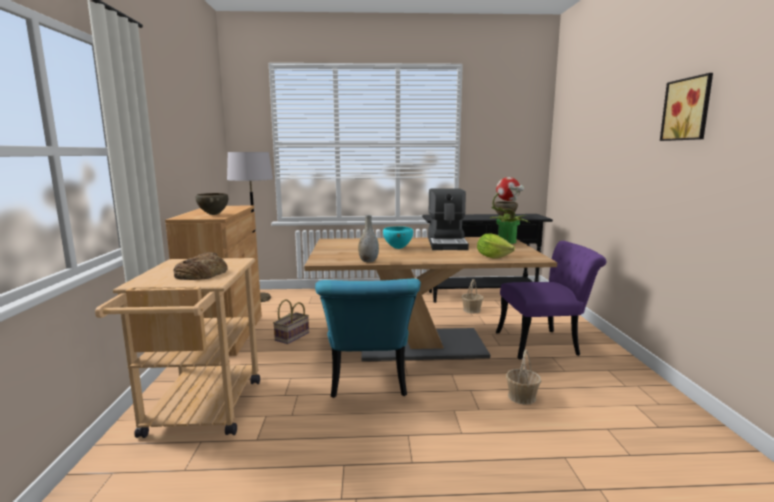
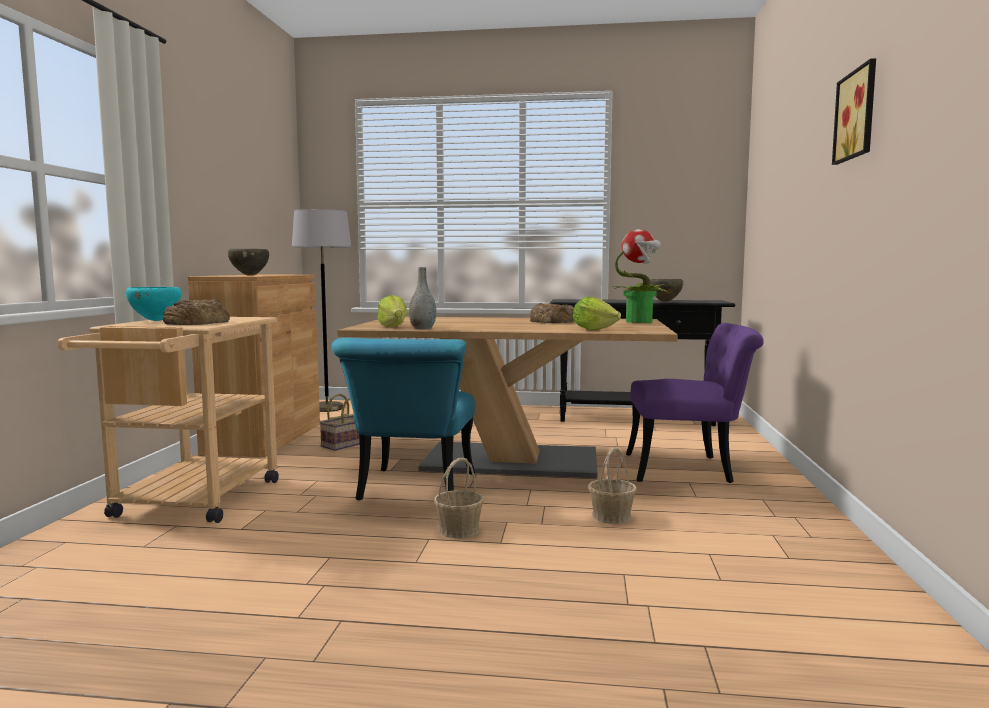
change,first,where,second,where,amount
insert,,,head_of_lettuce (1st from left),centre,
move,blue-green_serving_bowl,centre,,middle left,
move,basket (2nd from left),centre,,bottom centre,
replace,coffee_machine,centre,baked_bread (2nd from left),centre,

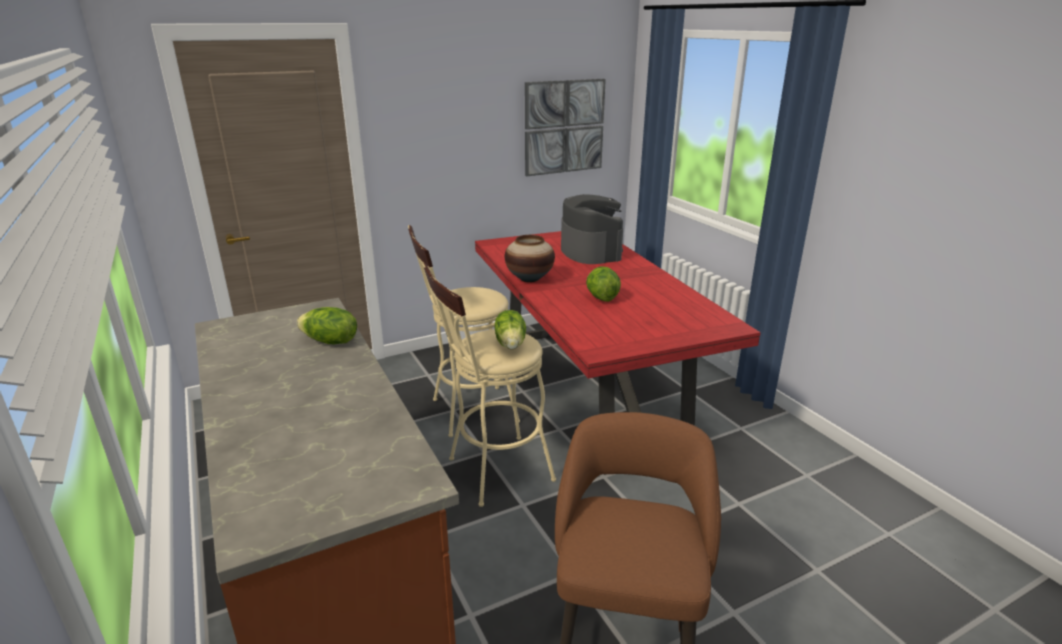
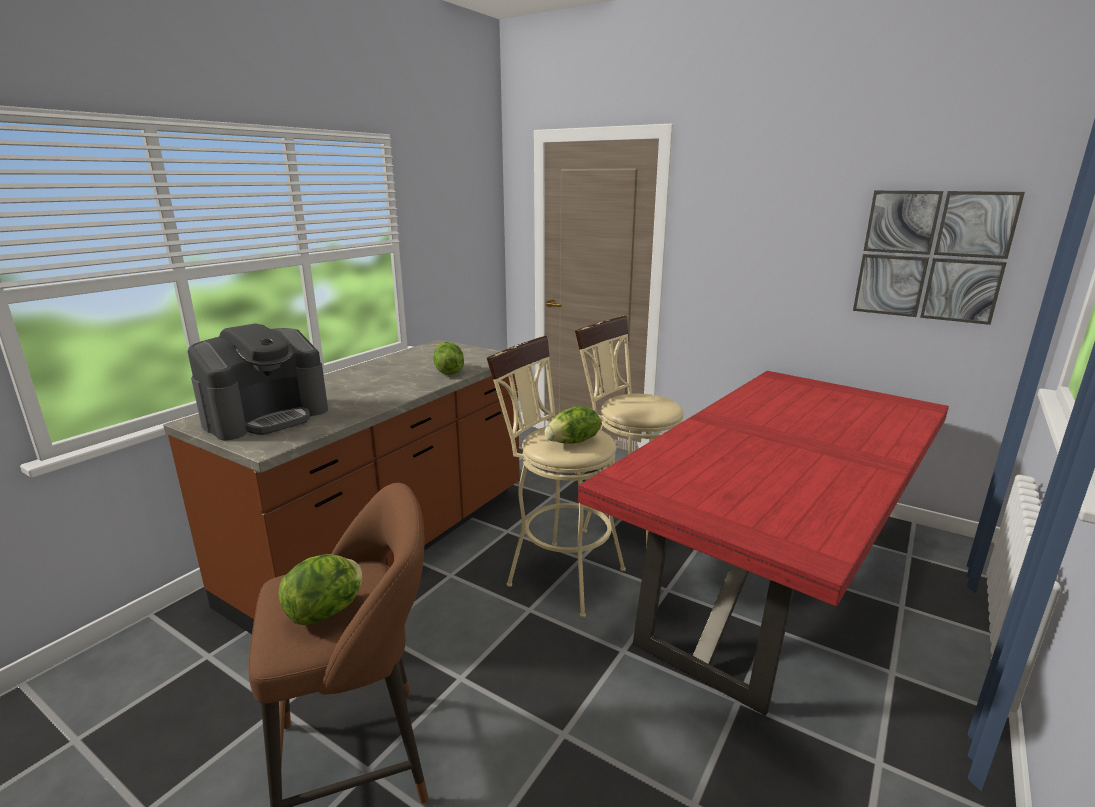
change,first,where,second,where,amount
delete,vase,centre,,,
move,coffee_machine,centre,,middle left,
move,head_of_lettuce (3rd from left in the first image),centre,head_of_lettuce (1st from left),bottom left,

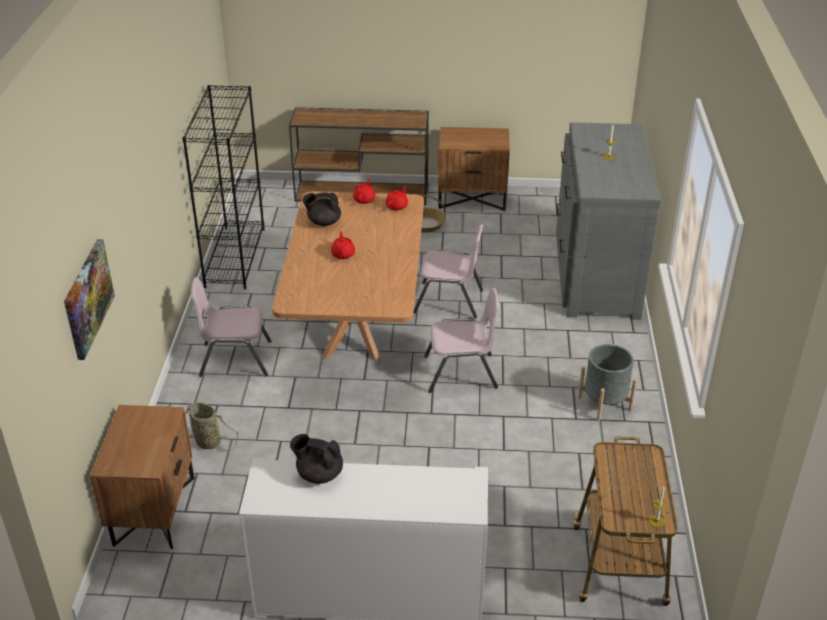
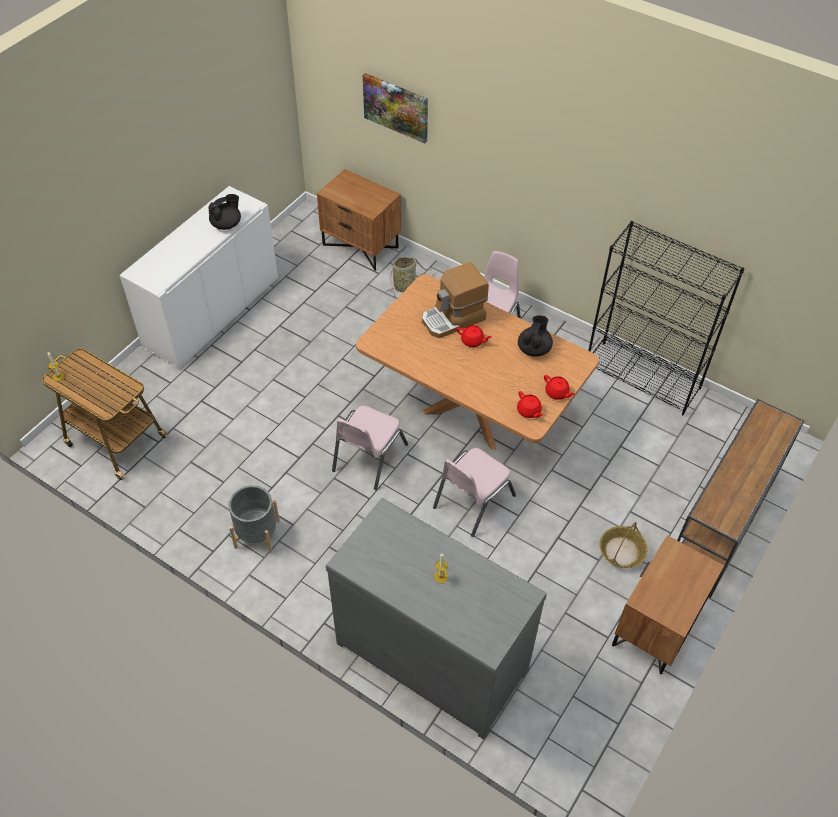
change,first,where,second,where,amount
insert,,,coffee_machine,centre,

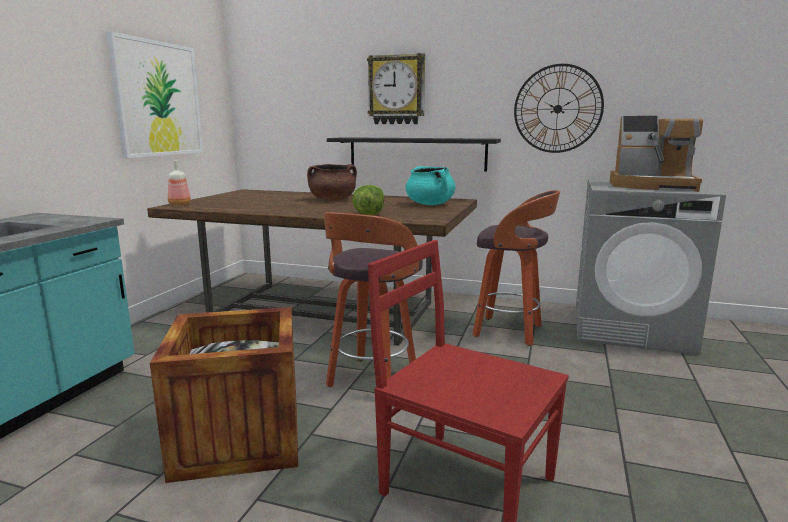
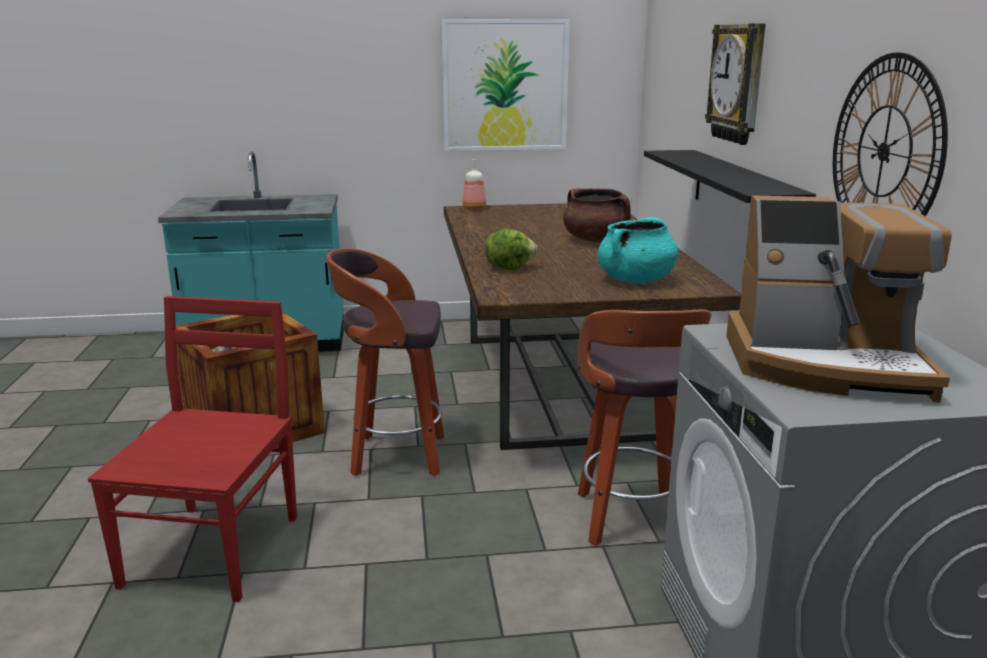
change,first,where,second,where,amount
rotate,coffee_machine,top right,,middle right,75 degrees counterclockwise

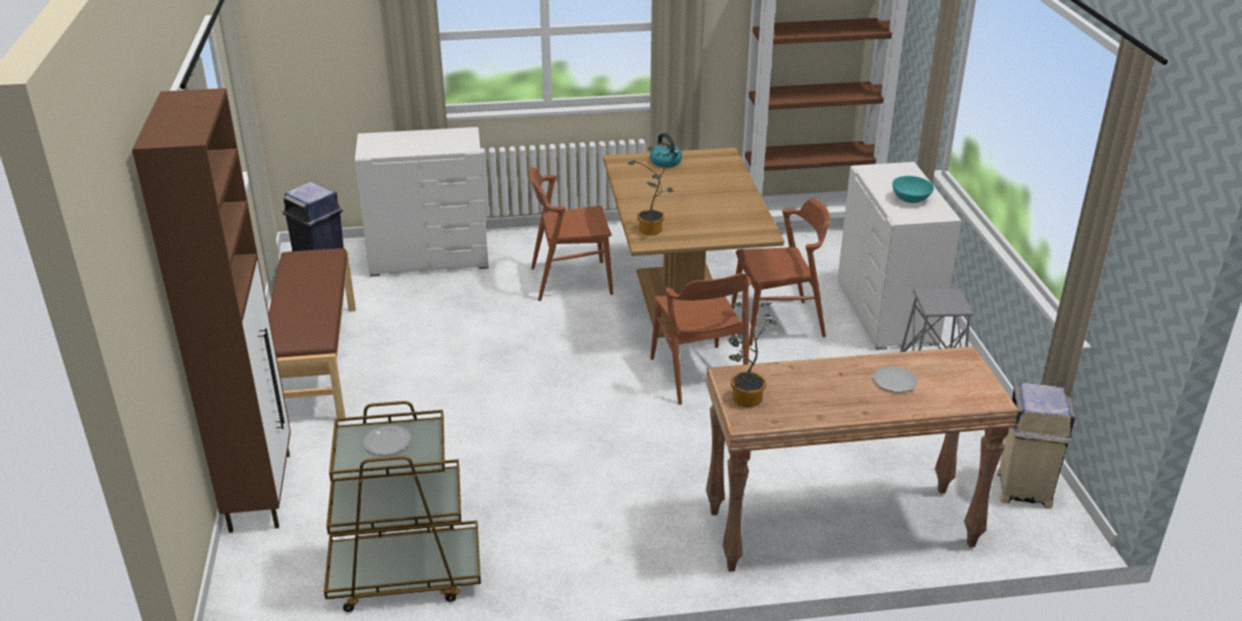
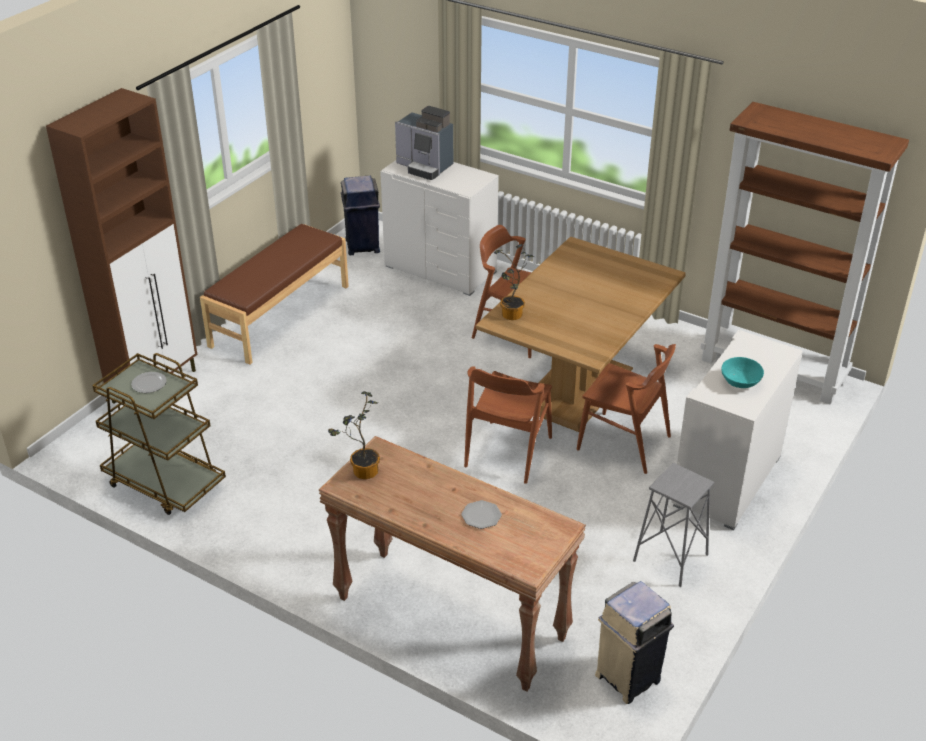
change,first,where,second,where,amount
delete,kettle,top centre,,,
insert,,,coffee_machine,top centre,

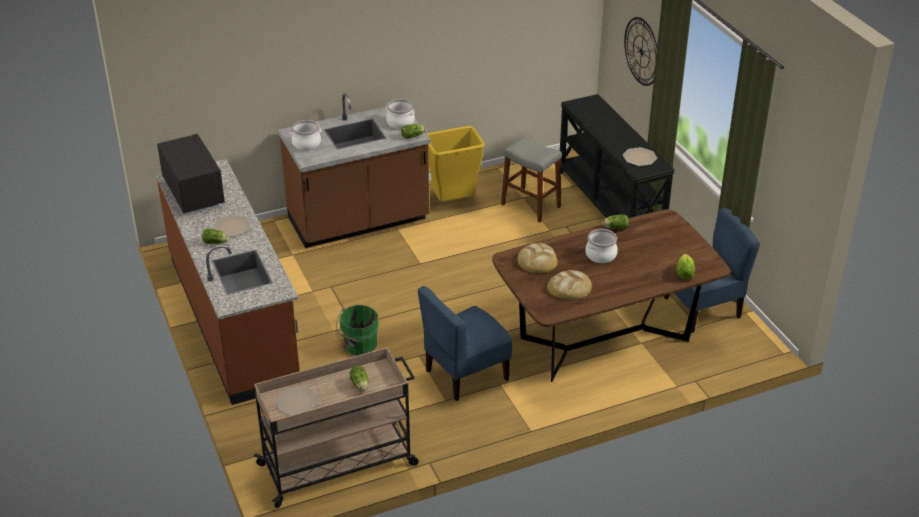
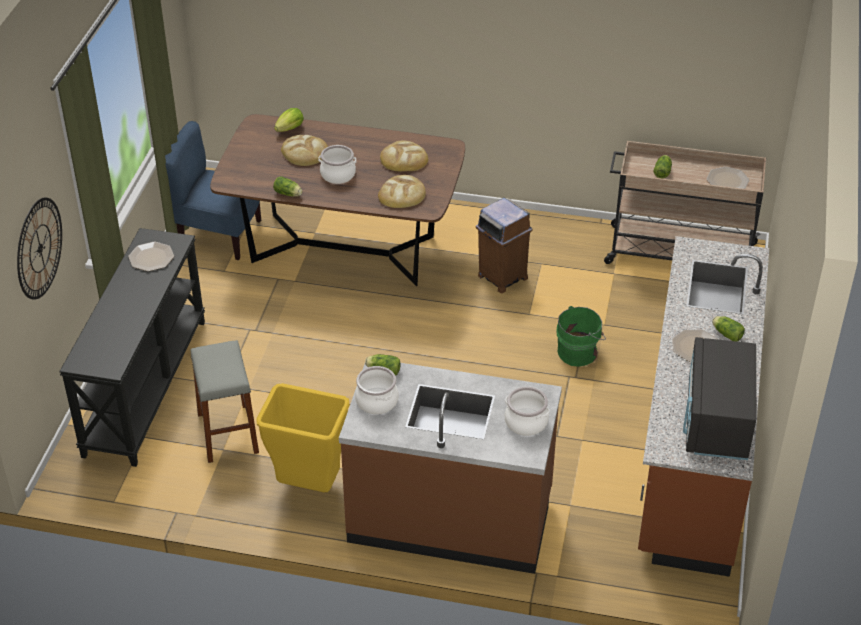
change,first,where,second,where,amount
insert,,,baked_bread (1st from left),top centre,
replace,blue_chair (1st from left),centre,brownish_trash_can,centre,

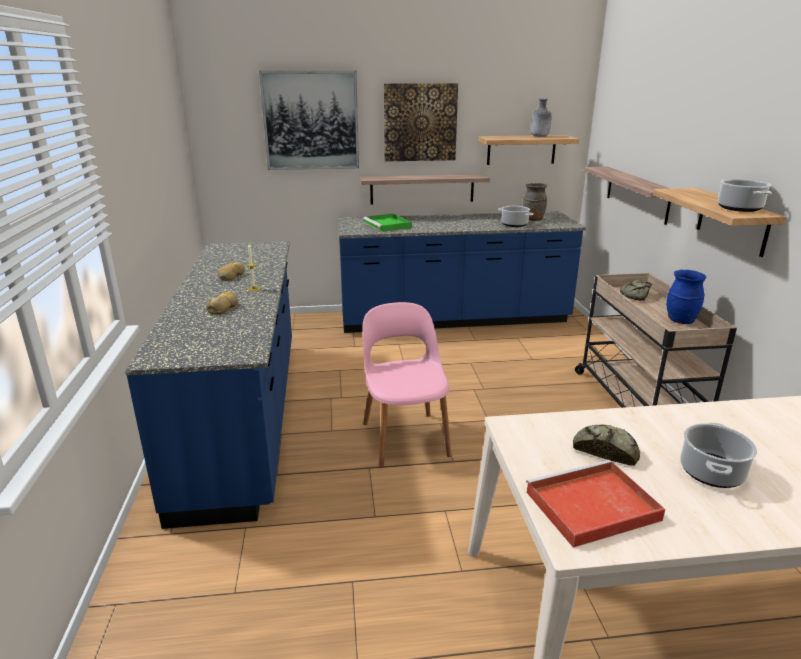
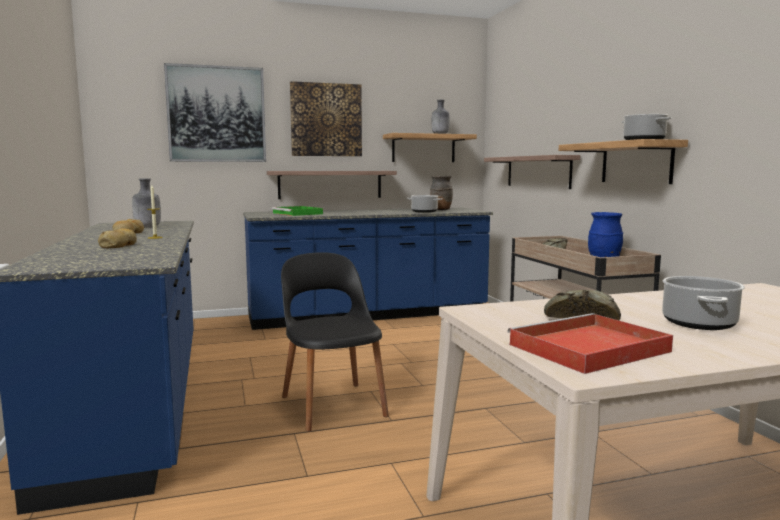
change,first,where,second,where,amount
insert,,,gray_drink_bottle (1st from left),middle left,
recolor,pink-coloured_chair,centre,black-coloured_chair,centre,

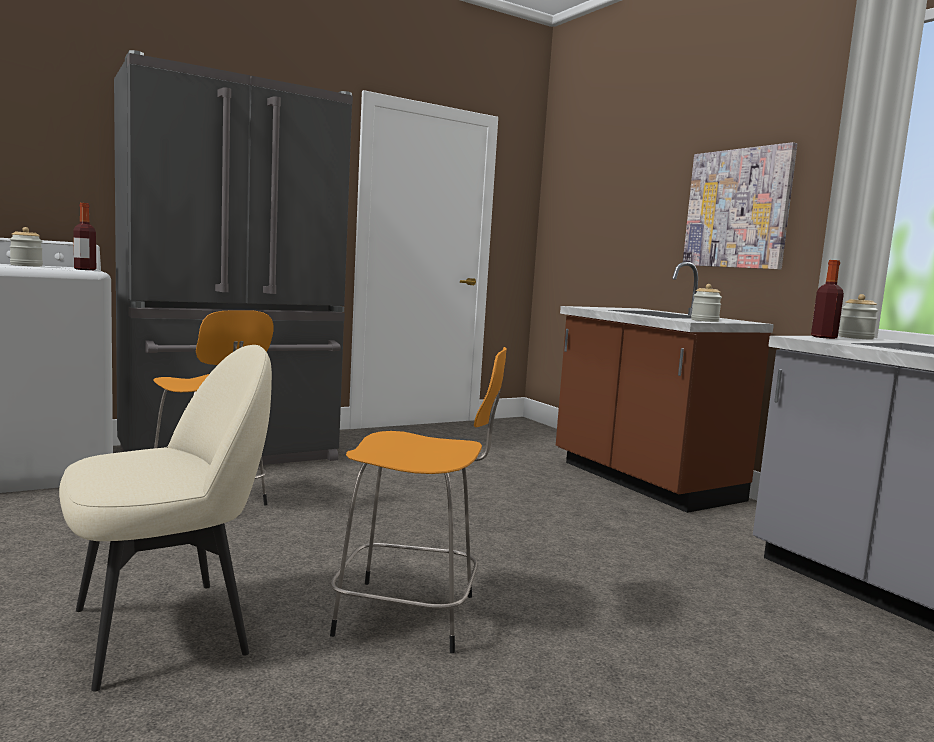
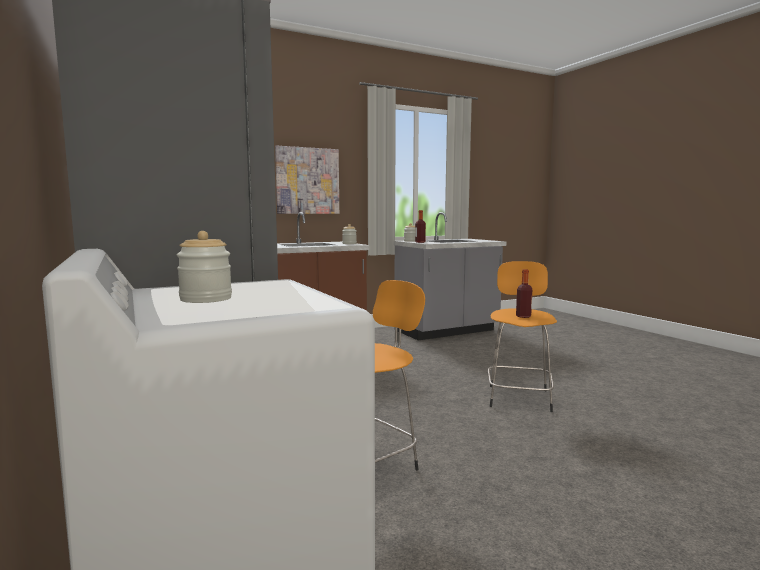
change,first,where,second,where,amount
delete,sand-coloured_chair,bottom left,,,
move,drink_bottle (1st from left in the first image),top left,drink_bottle (2nd from left),middle right,

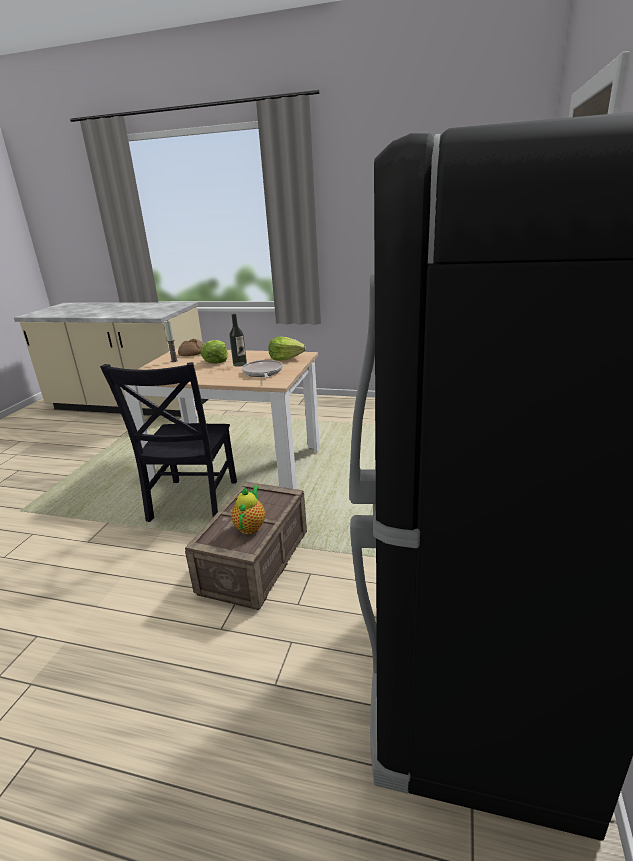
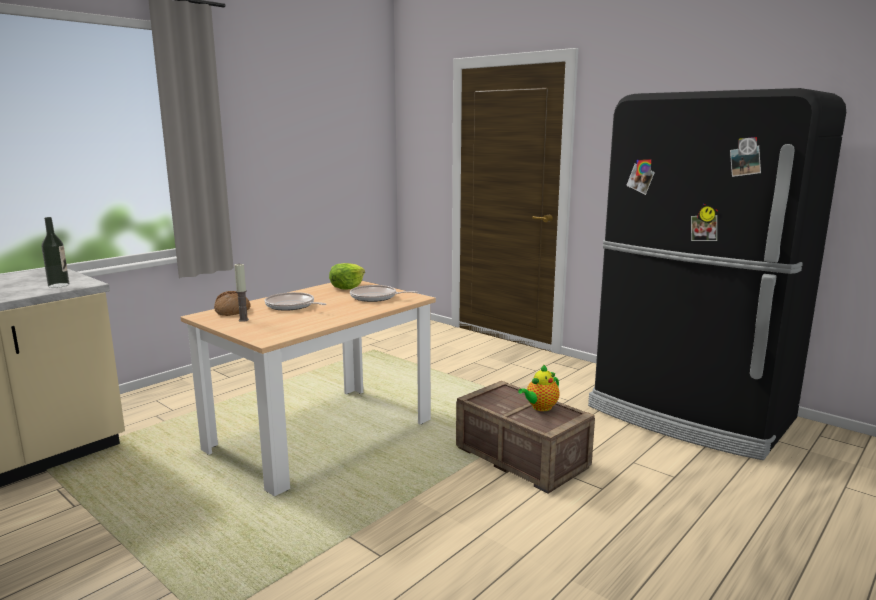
change,first,where,second,where,amount
delete,black-coloured_chair,middle left,,,
move,drink_bottle,centre,,middle left,
replace,head_of_lettuce (1st from left),centre,skillet (1st from left),centre,
rotate,tea_pot,centre,,centre,75 degrees counterclockwise

